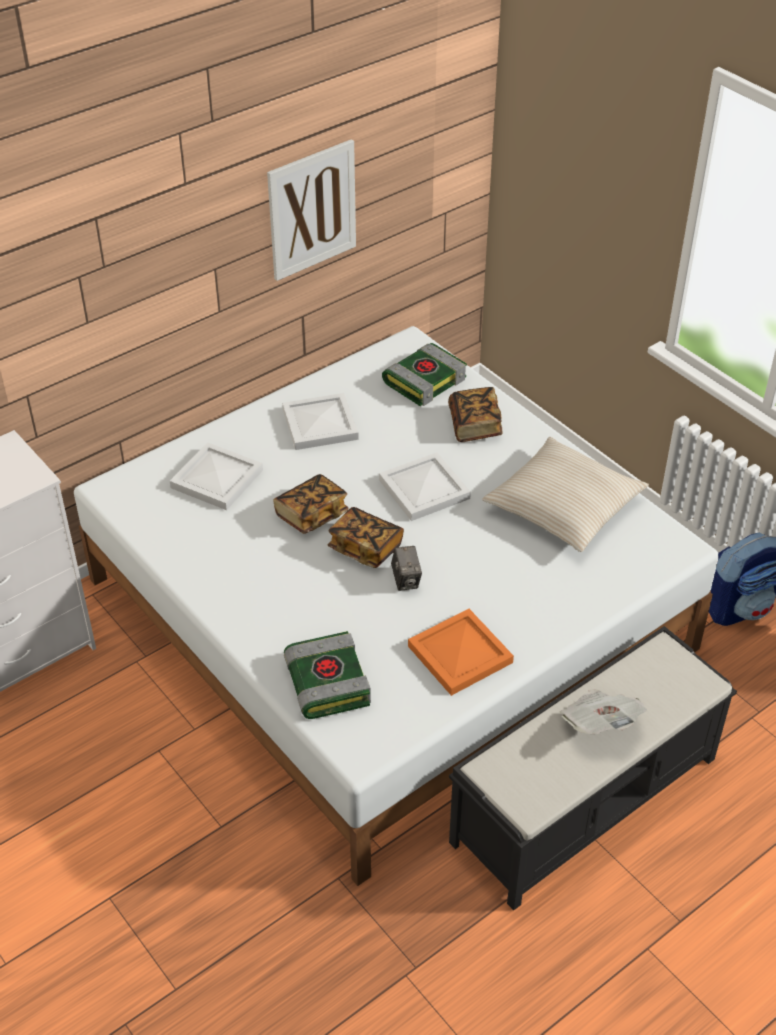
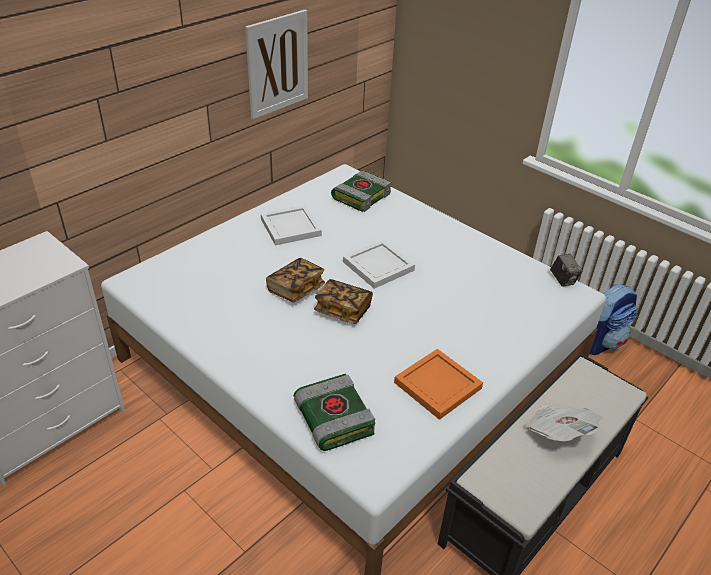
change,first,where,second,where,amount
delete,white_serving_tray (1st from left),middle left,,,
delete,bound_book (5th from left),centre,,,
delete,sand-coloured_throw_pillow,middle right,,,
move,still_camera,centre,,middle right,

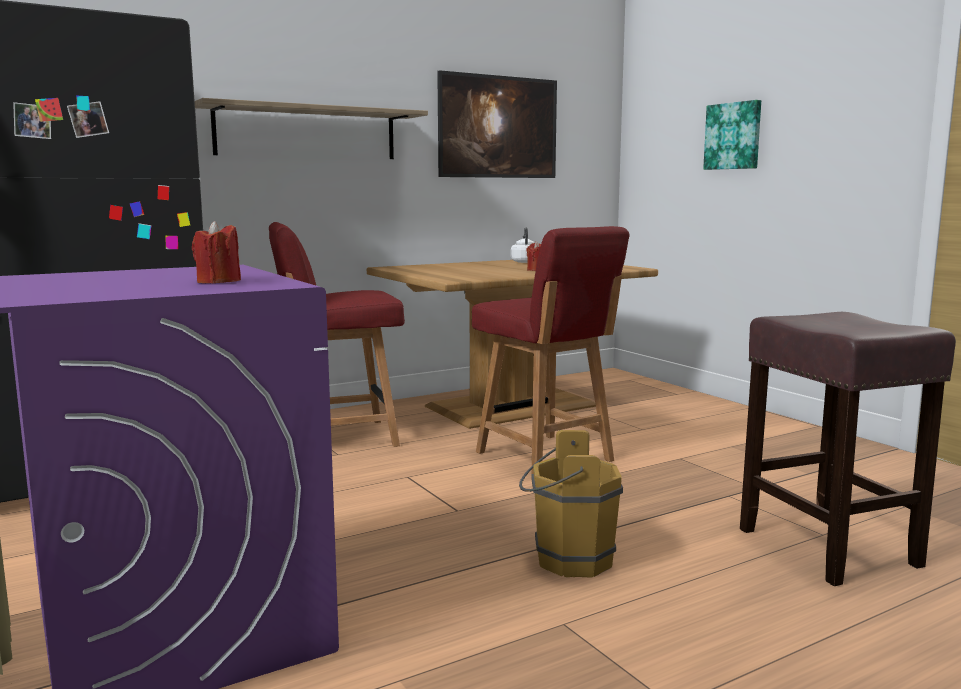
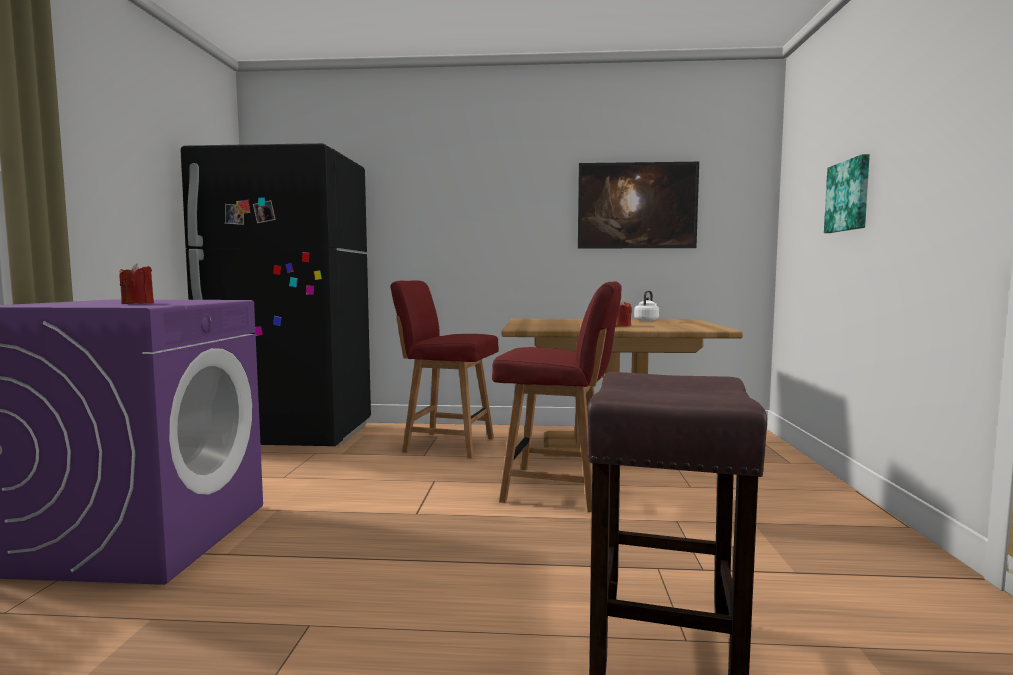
change,first,where,second,where,amount
delete,bracket_shelf,top left,,,
delete,brownish_water_bucket,bottom centre,,,
rotate,red-coloured_chair (2nd from left),centre,,centre,75 degrees counterclockwise

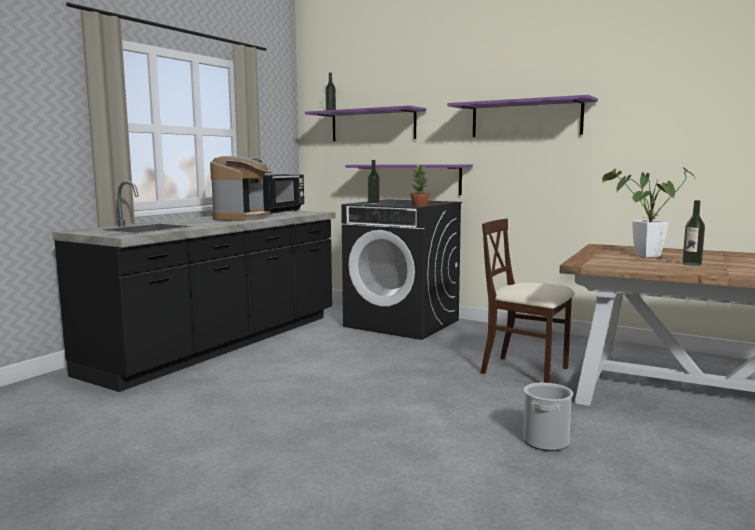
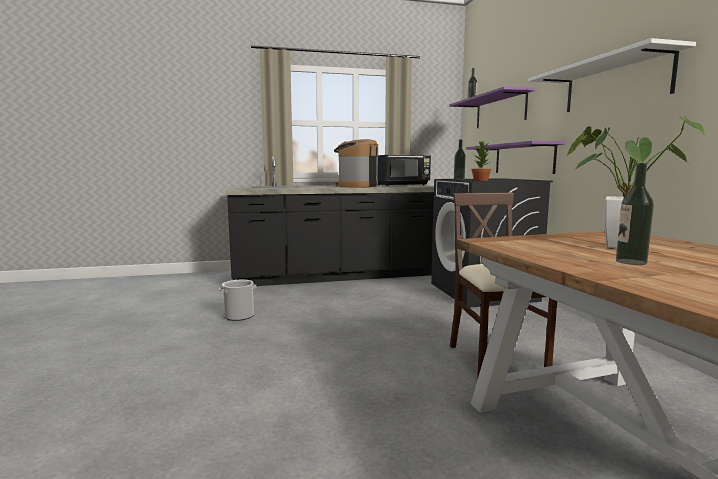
change,first,where,second,where,amount
move,water_bucket,bottom right,,middle left,
recolor,purplish_bracket_shelf (3rd from left),top right,white_bracket_shelf,top right,
rotate,coffee_machine,middle left,,centre,150 degrees clockwise

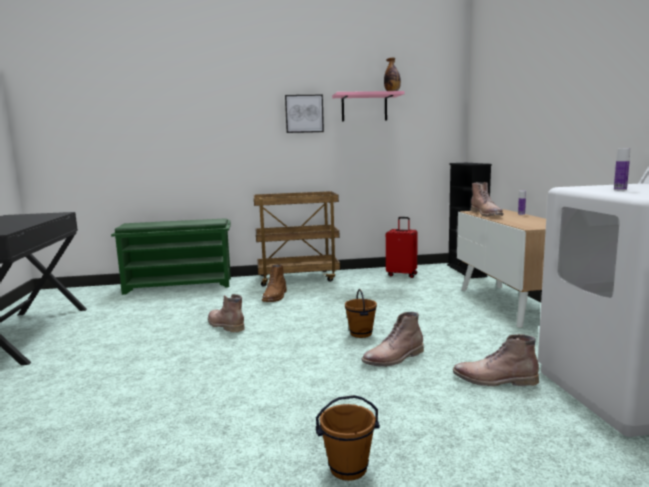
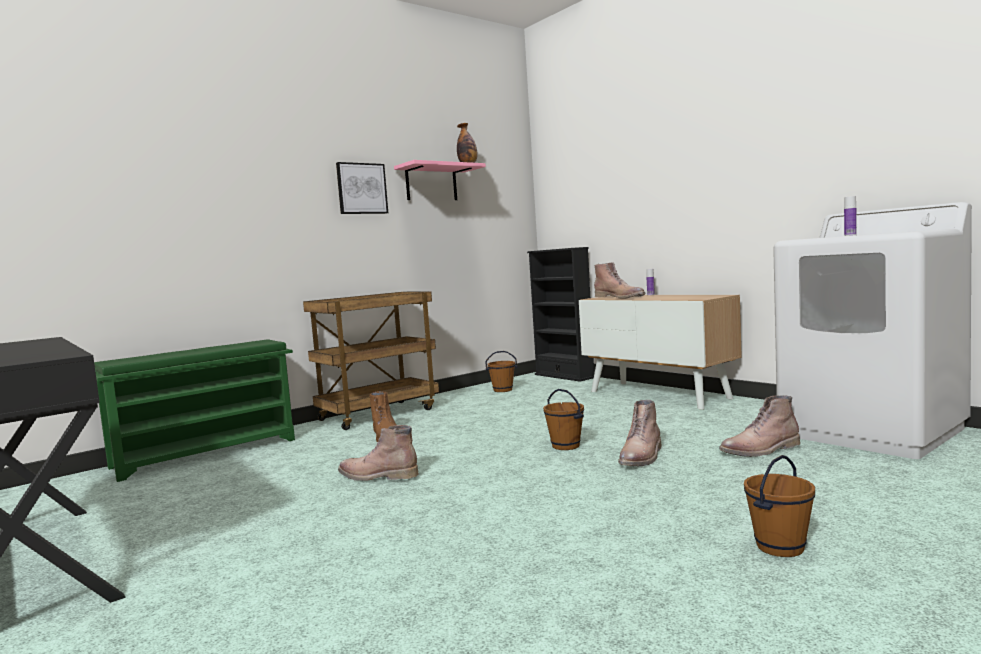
change,first,where,second,where,amount
replace,red-coloured_piece_of_luggage,centre,brownish_water_bucket (1st from left),centre,

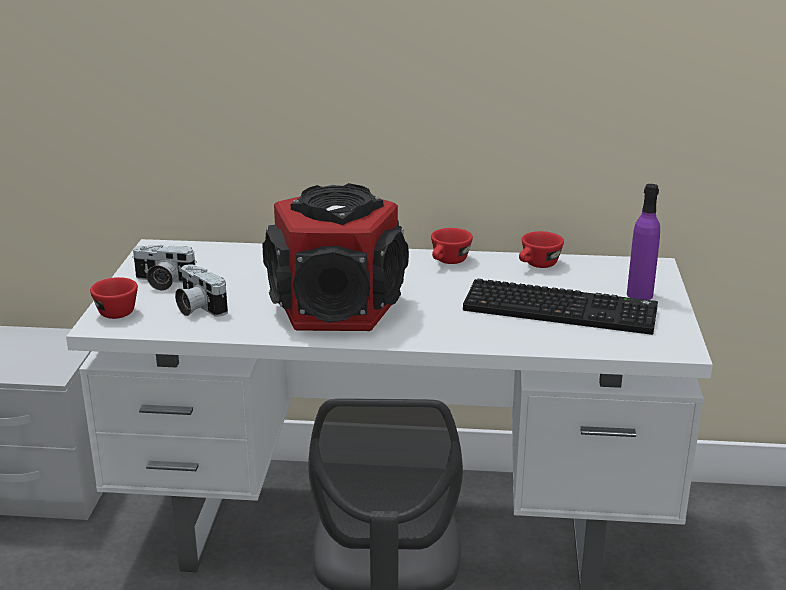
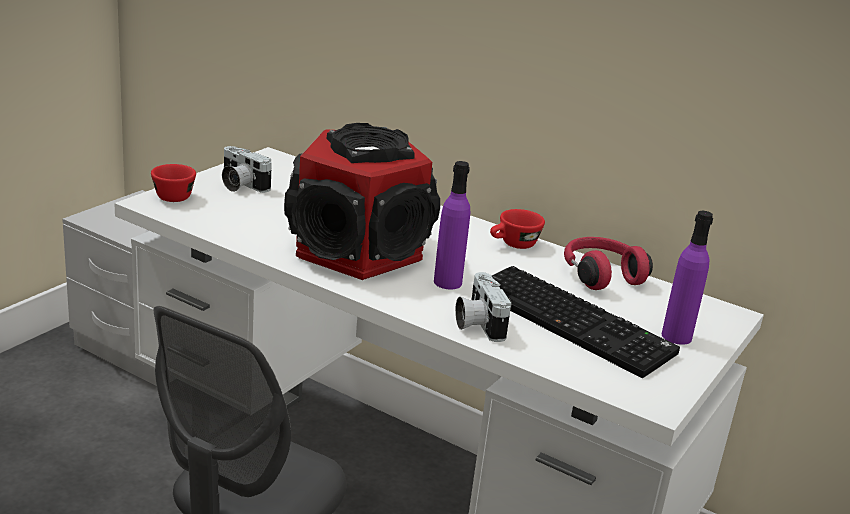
change,first,where,second,where,amount
insert,,,purplish_drink_bottle (1st from left),centre,
move,still_camera (2nd from left),middle left,,centre,
replace,red-coloured_drinking_cup (3rd from left),middle right,red-coloured_headset,middle right,

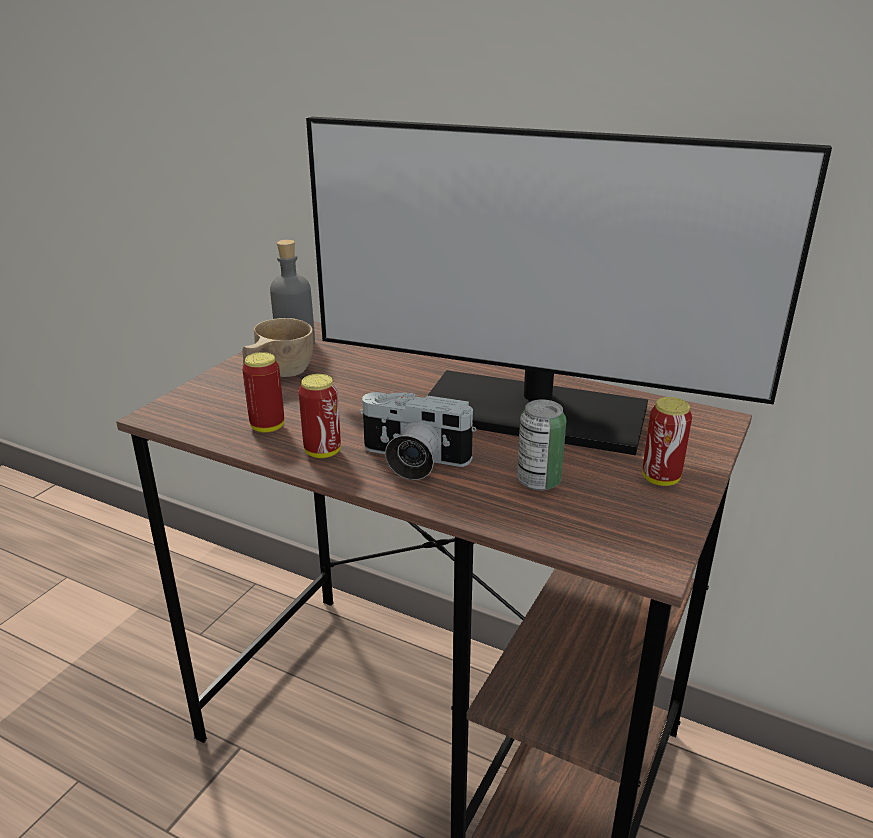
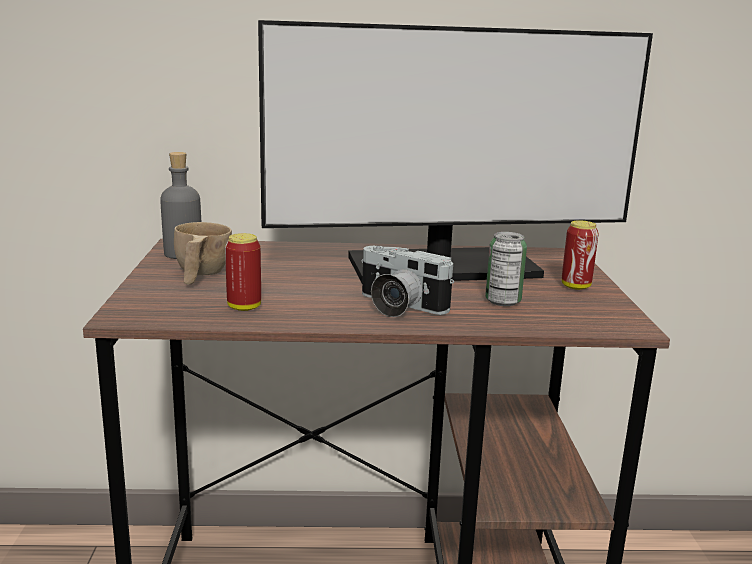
change,first,where,second,where,amount
delete,metal_can (2nd from left),centre,,,
rotate,still_camera,centre,,centre,45 degrees clockwise

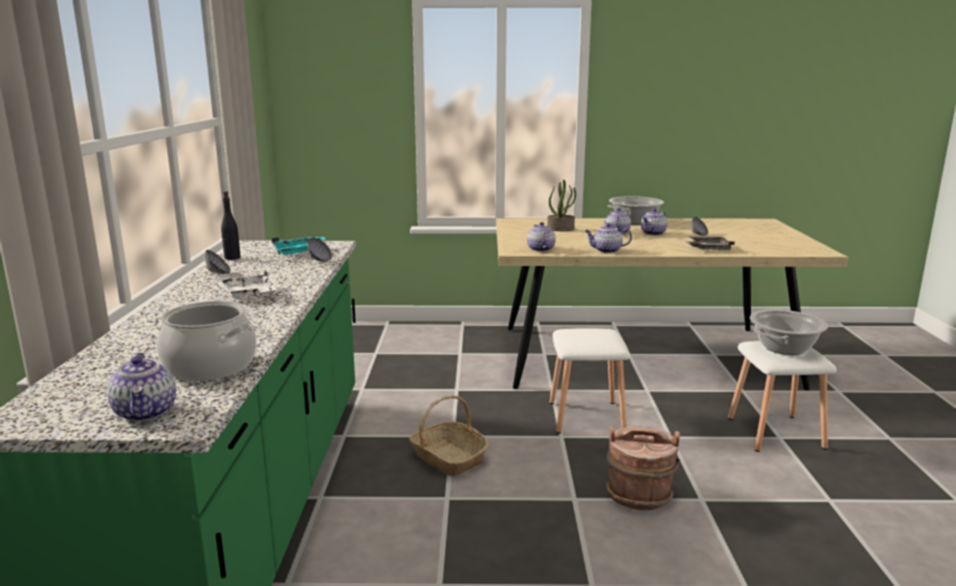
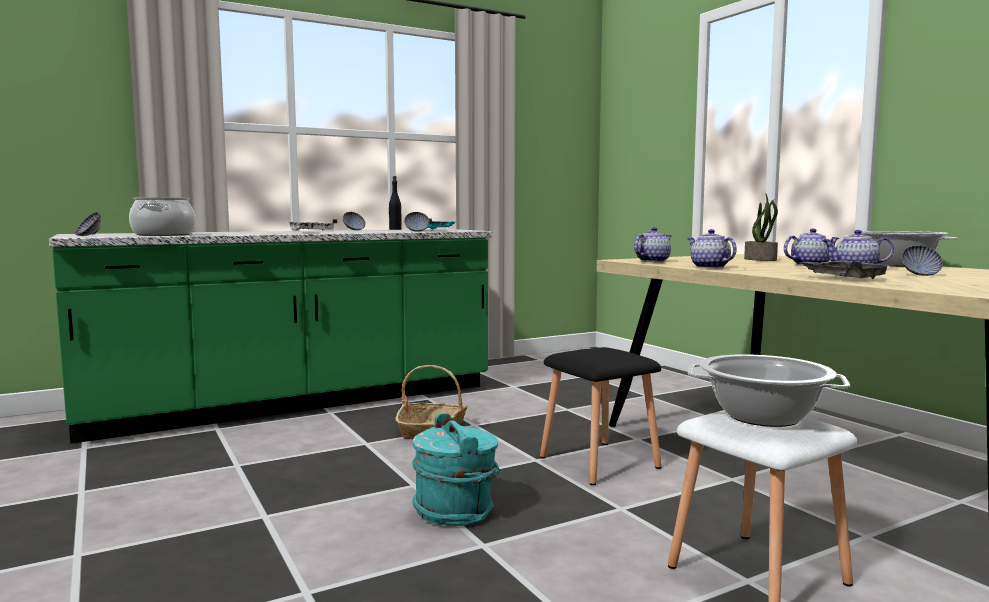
change,first,where,second,where,amount
replace,tea_pot (1st from left),middle left,serving_bowl (1st from left),middle left,
recolor,white_sitting_stool (1st from left),centre,black-coloured_sitting_stool,bottom centre,
recolor,brownish_water_bucket,bottom right,blue-green_water_bucket,bottom centre,

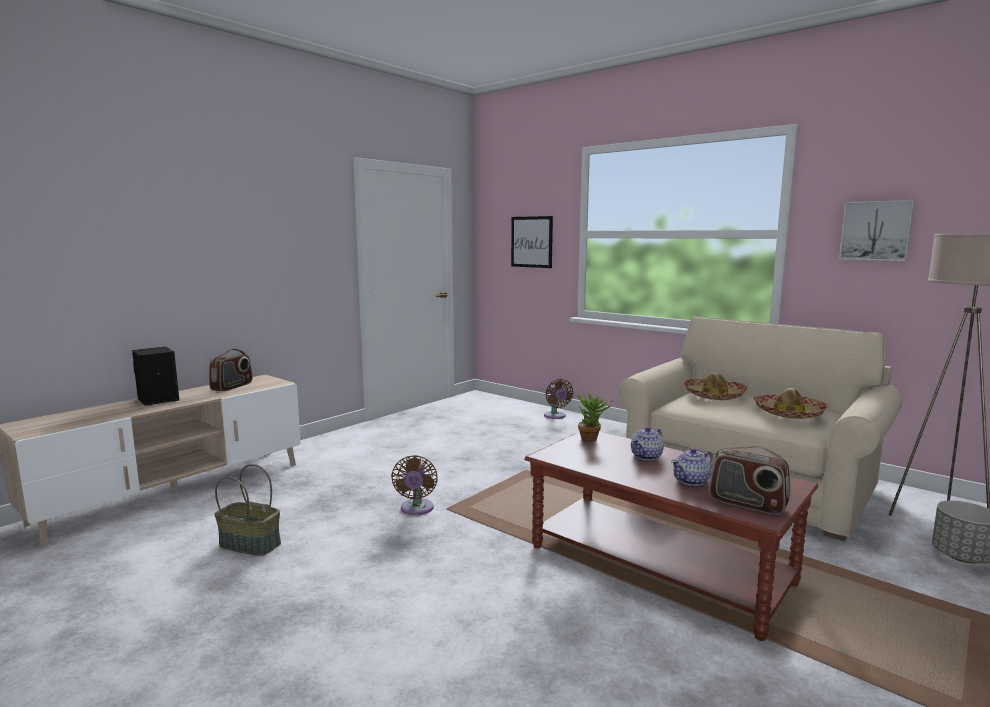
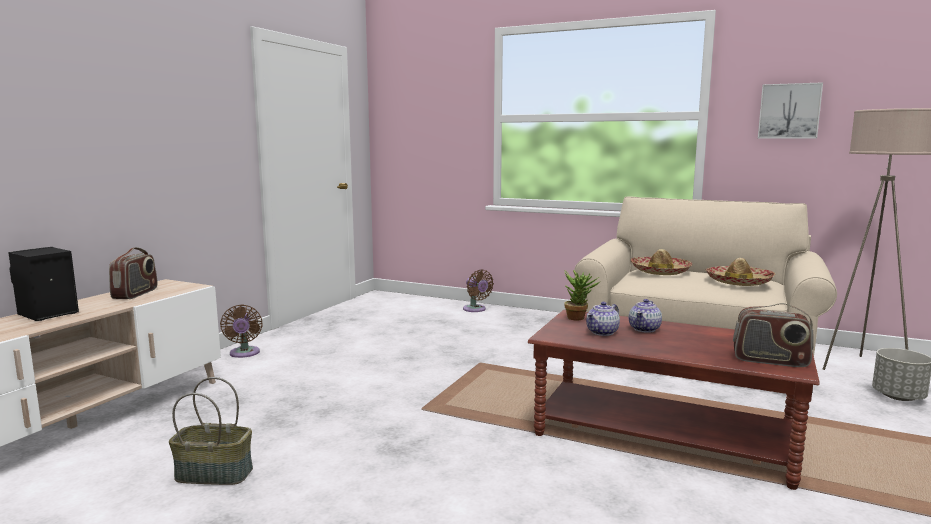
change,first,where,second,where,amount
delete,wall_picture (1st from left),centre,,,
move,brownish_cooling_fan (1st from left),bottom centre,,middle left,
move,tea_pot (2nd from left in the first image),middle right,tea_pot (1st from left),centre,

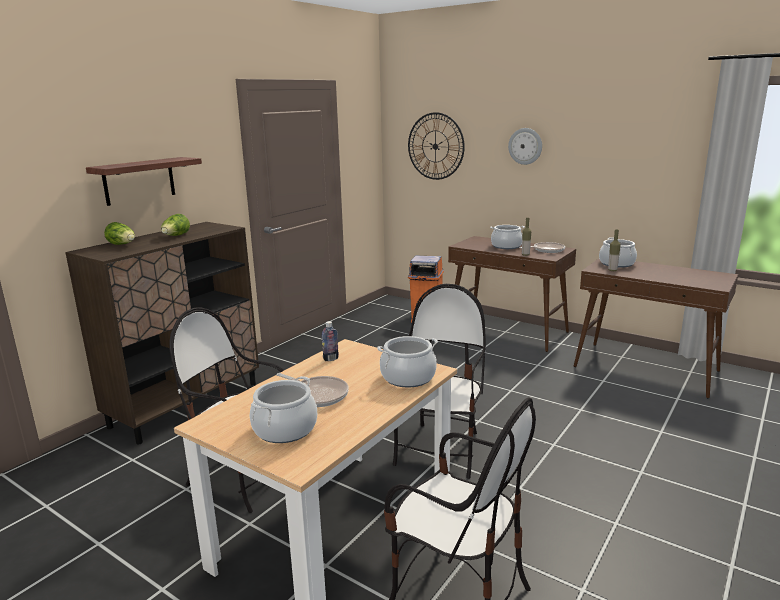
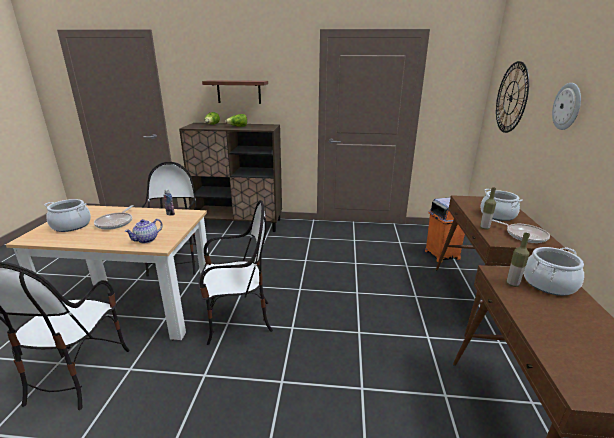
change,first,where,second,where,amount
replace,saucepot (2nd from left),centre,tea_pot,middle left,

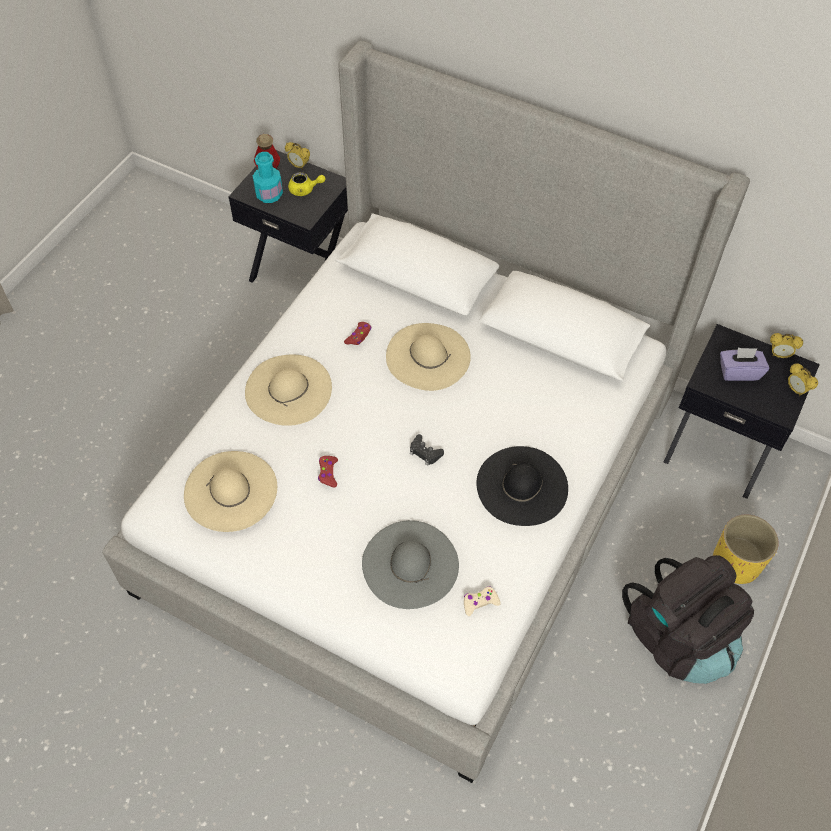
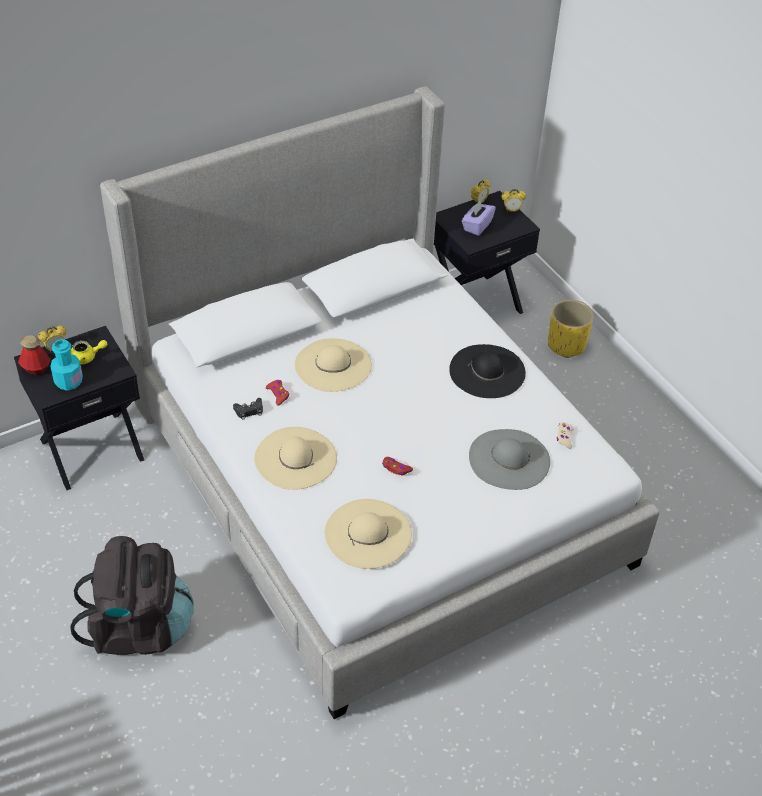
change,first,where,second,where,amount
move,black-coloured_game_controller,centre,,middle left,
move,black-coloured_knapsack,bottom right,,bottom left,
rotate,yellowish_tea_pot,top centre,,middle left,45 degrees clockwise

